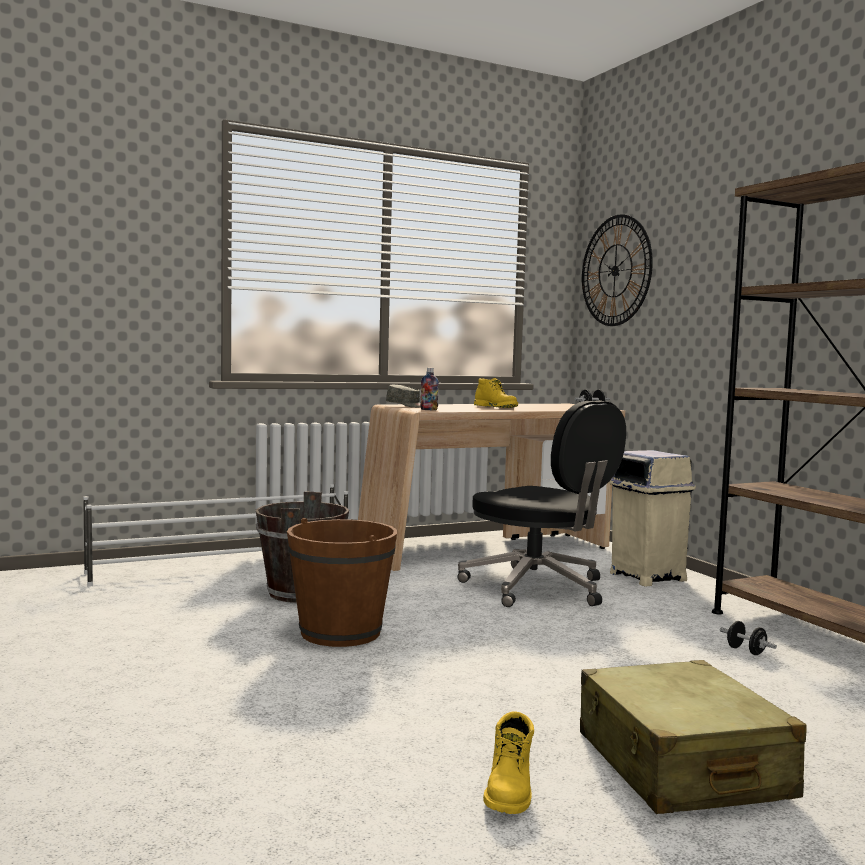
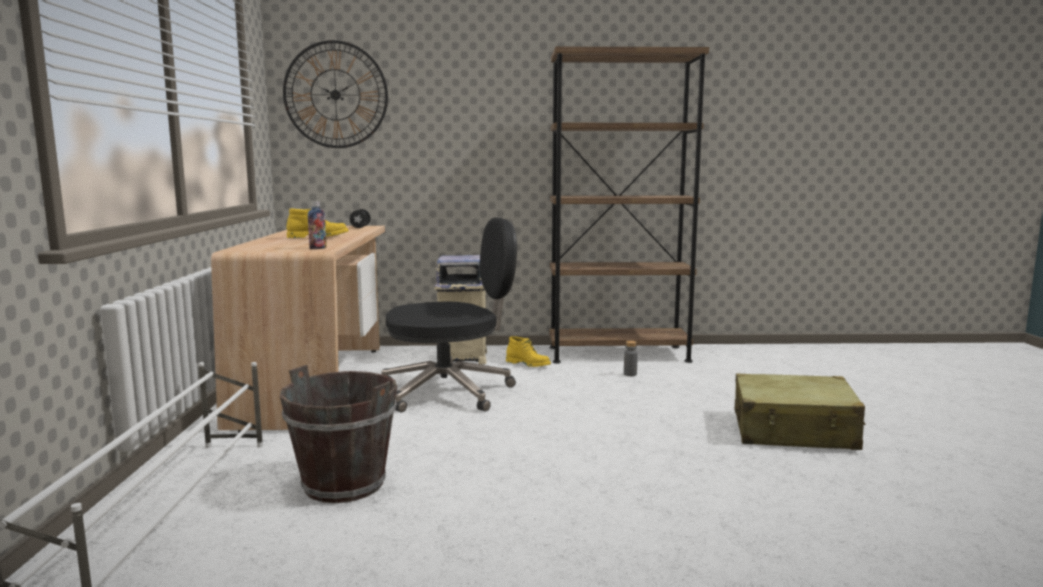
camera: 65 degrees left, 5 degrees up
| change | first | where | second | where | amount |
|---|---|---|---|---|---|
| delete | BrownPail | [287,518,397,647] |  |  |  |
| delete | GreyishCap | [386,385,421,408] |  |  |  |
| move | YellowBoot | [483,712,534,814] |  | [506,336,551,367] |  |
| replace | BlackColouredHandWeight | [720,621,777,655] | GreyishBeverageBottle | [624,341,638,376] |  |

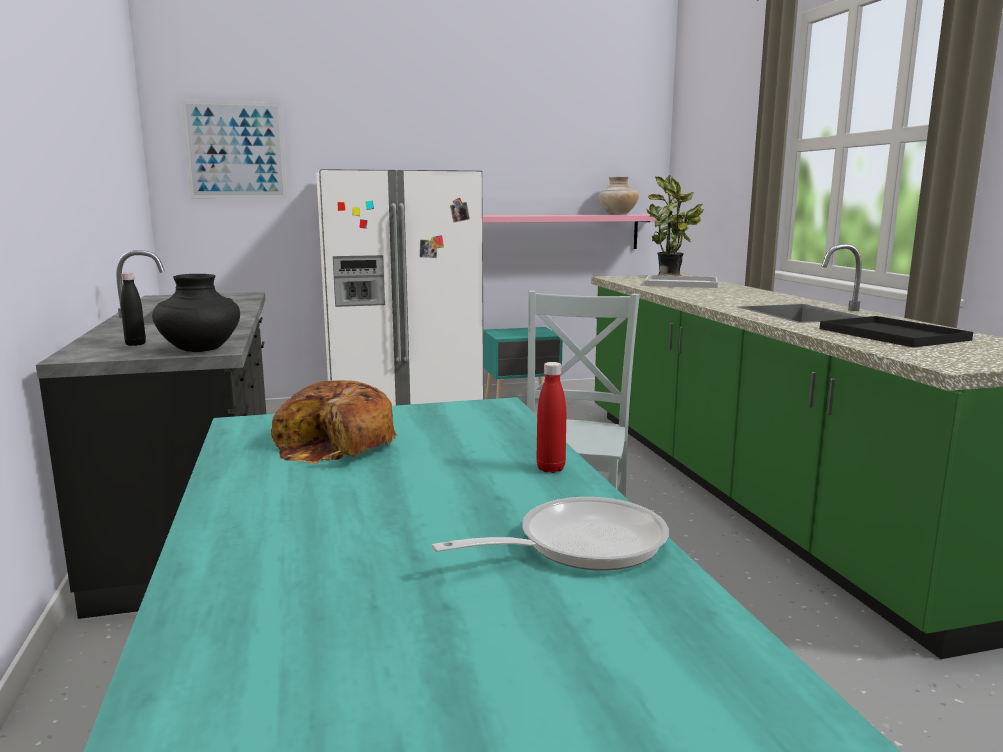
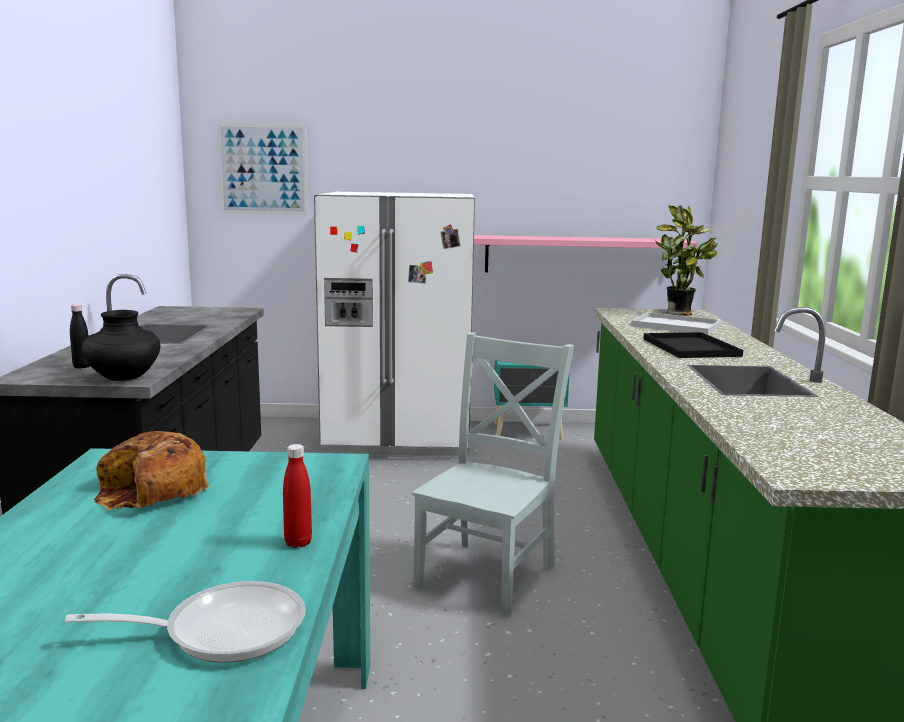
camera: 15 degrees right, 0 degrees up
| change | first | where | second | where | amount |
|---|---|---|---|---|---|
| delete | SandColouredDecorativeVase | [598,177,639,215] |  |  |  |
| move | BlackColouredTray | [820,316,973,348] |  | [643,332,743,358] |  |

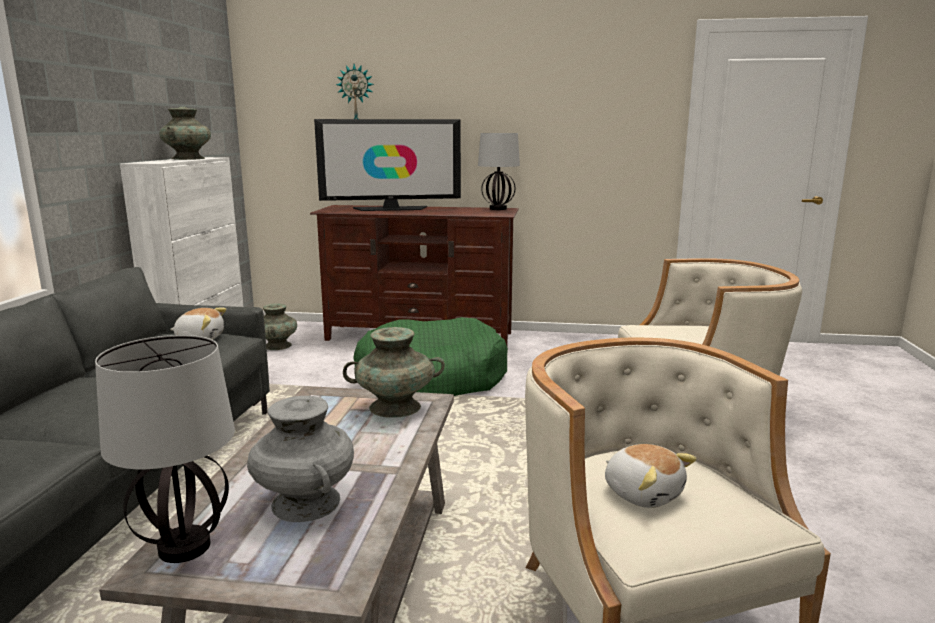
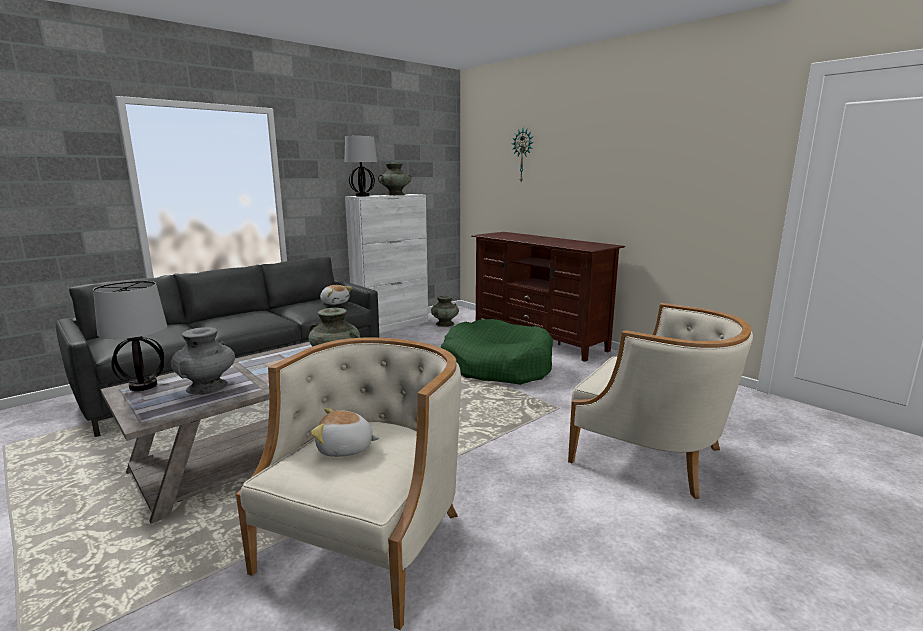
camera: 40 degrees right, 0 degrees up
| change | first | where | second | where | amount |
|---|---|---|---|---|---|
| delete | Television | [314,119,461,211] |  |  |  |
| move | TableLamp | [478,133,520,210] |  | [345,136,377,196] |  |
| rotate | SoftToy | [605,444,697,508] |  | [310,408,380,457] | 90 degrees clockwise |

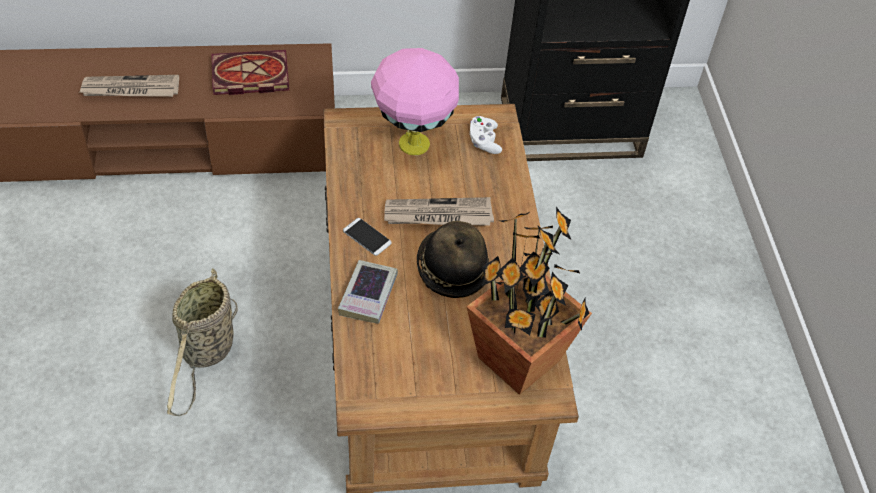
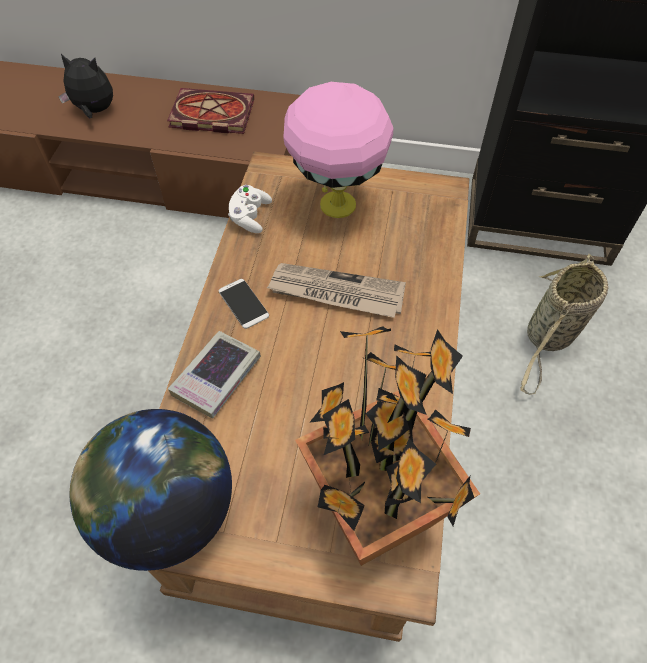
camera: 20 degrees right, 5 degrees up
| change | first | where | second | where | amount |
|---|---|---|---|---|---|
| replace | PrintedPaper | [79,75,179,97] | SoftToy | [58,54,113,119] |  |
| move | StorageBasket | [167,268,238,416] |  | [520,254,609,395] |  |
| delete | Hat | [417,221,489,298] |  |  |  |
| move | WhiteGamepad | [470,116,502,154] |  | [228,185,272,233] |  |
| insert |  |  | Globe | [70,409,232,571] |  |

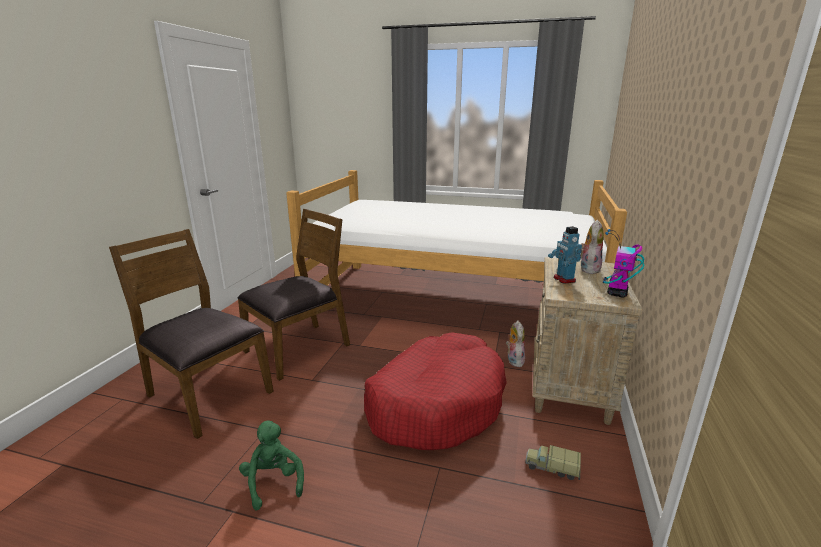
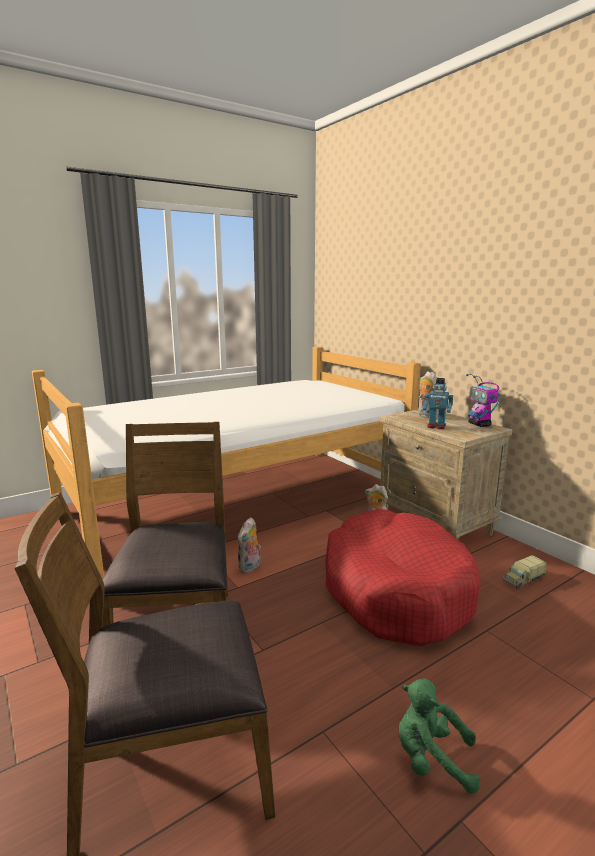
camera: 50 degrees left, 5 degrees down
| change | first | where | second | where | amount |
|---|---|---|---|---|---|
| insert |  |  | SoftToy | [238,517,261,573] |  |

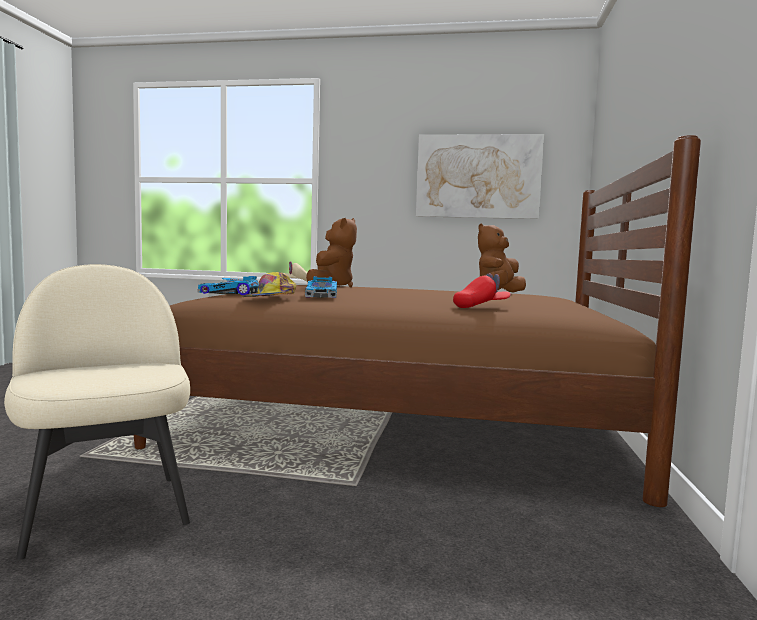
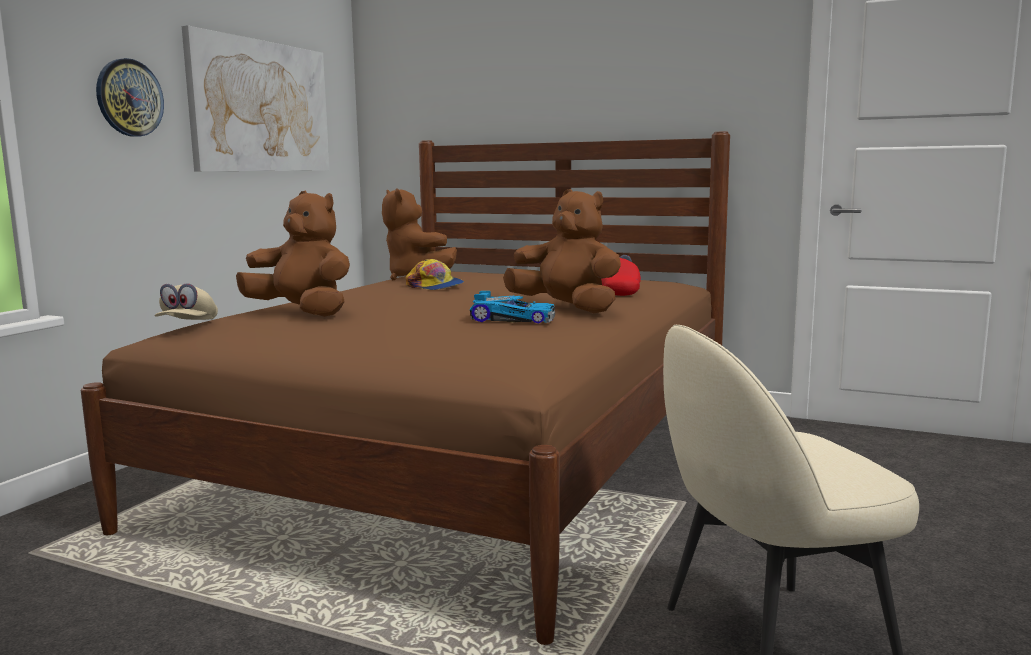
camera: 75 degrees left, 5 degrees up
| change | first | where | second | where | amount |
|---|---|---|---|---|---|
| delete | ToyCar | [197,276,259,295] |  |  |  |
| move | Cap | [243,272,296,297] |  | [405,259,464,290] |  |
| insert |  |  | ClockOnTheWall | [96,58,164,137] |  |
| insert |  |  | BrownSoftToy | [503,189,621,313] |  |

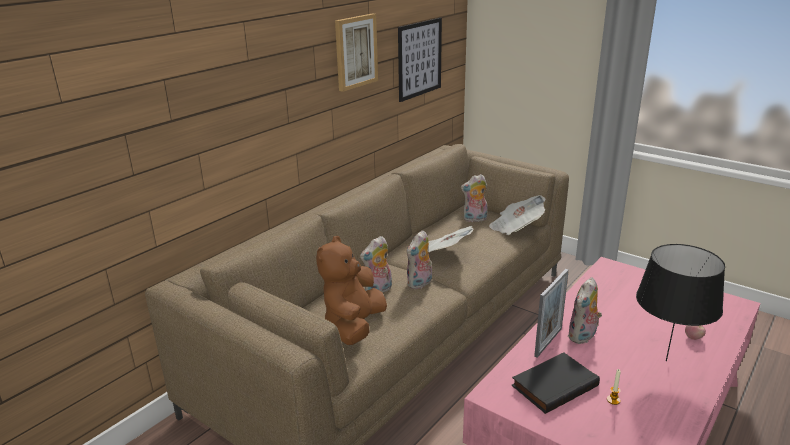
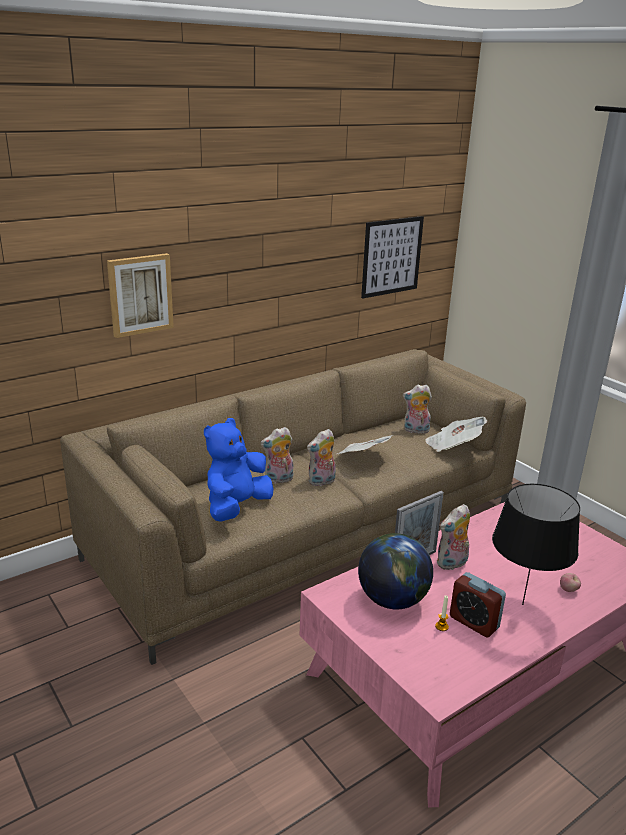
camera: 15 degrees right, 0 degrees up
| change | first | where | second | where | amount |
|---|---|---|---|---|---|
| recolor | BrownSoftToy | [316,236,387,345] | BlueColouredSoftToy | [204,418,274,522] |  |
| move | Picture | [335,14,378,92] |  | [107,253,174,338] |  |
| replace | BlackColouredBook | [511,352,600,414] | Globe | [358,533,433,609] |  |
| insert |  |  | BedsideClock | [450,572,506,637] |  |

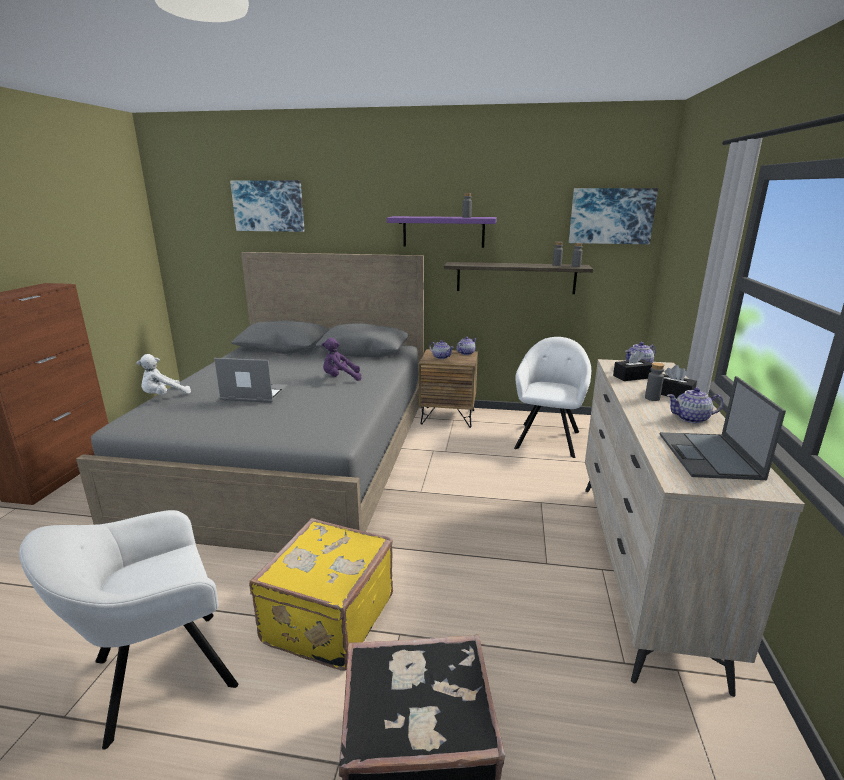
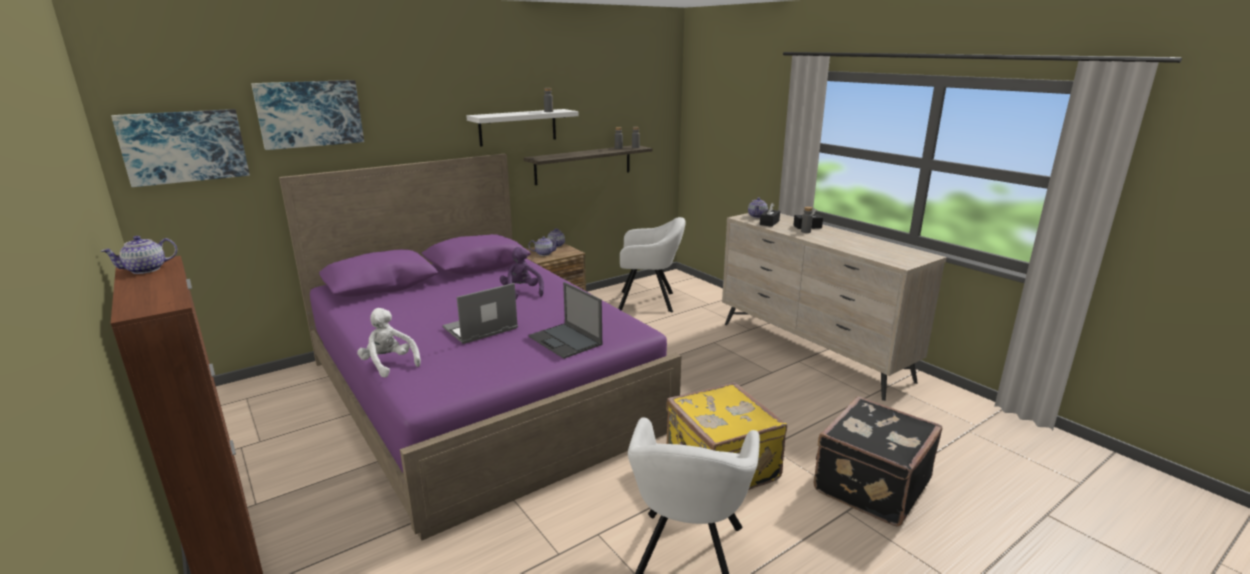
camera: 45 degrees left, 0 degrees up
| change | first | where | second | where | amount |
|---|---|---|---|---|---|
| recolor | GreyishSleepingBed | [76,252,424,553] | PurpleColouredSleepingBed | [279,154,681,540] |  |
| rotate | WhiteSoftToy | [137,354,191,395] |  | [357,308,421,378] | 135 degrees clockwise |
| rotate | PurpleColouredSoftToy | [322,338,362,381] |  | [500,247,544,299] | 120 degrees clockwise |
| recolor | PurpleColouredWallShelf | [387,216,497,248] | WhiteWallShelf | [466,109,579,147] |  |
| rotate | WhiteLoungeChair | [514,337,591,458] |  | [618,217,686,312] | 120 degrees clockwise |
| move | Picture | [569,188,658,244] |  | [111,109,250,187] |  |
| move | PortableComputer | [660,376,786,480] |  | [529,282,602,359] |  |
| move | Teapot | [667,388,724,424] |  | [101,236,177,274] |  |

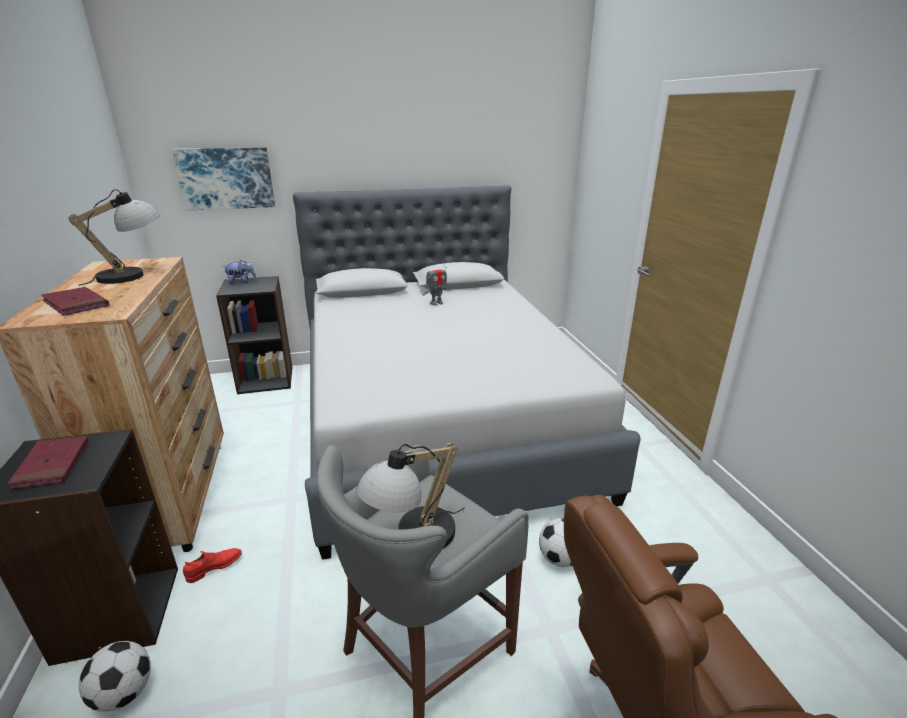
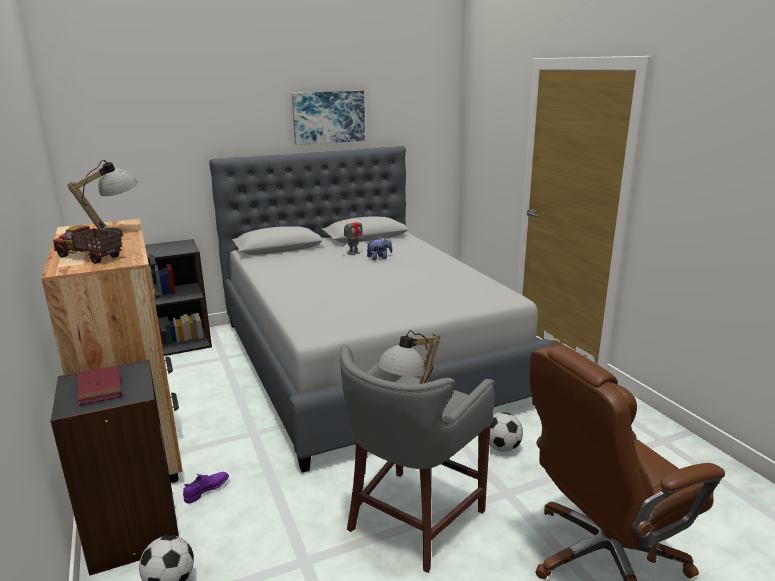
camera: 10 degrees left, 5 degrees down
| change | first | where | second | where | amount |
|---|---|---|---|---|---|
| replace | RedBook | [41,287,109,316] | ToyLorry | [53,225,122,264] |  |
| move | Picture | [172,147,275,210] |  | [292,91,365,145] |  |
| recolor | RedShoe | [183,548,242,583] | PurpleColouredShoe | [183,472,229,504] |  |
| move | SoftToy | [224,260,256,284] |  | [366,237,392,260] |  |

